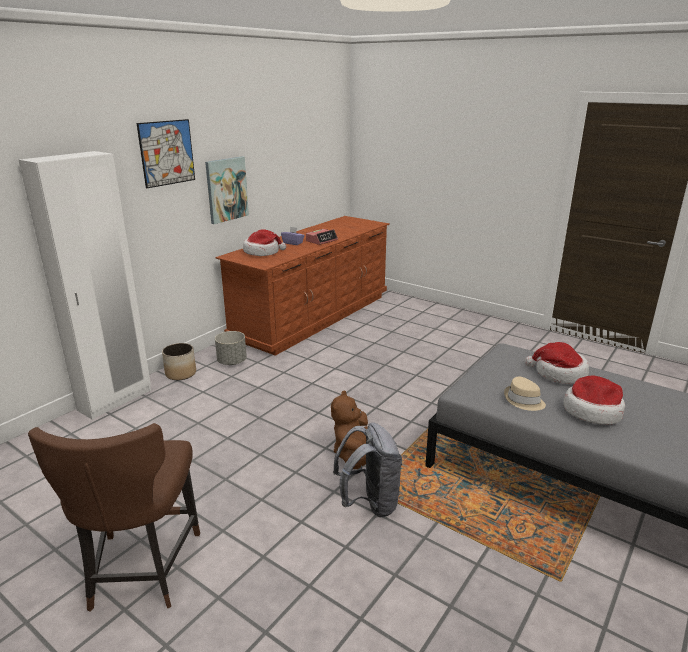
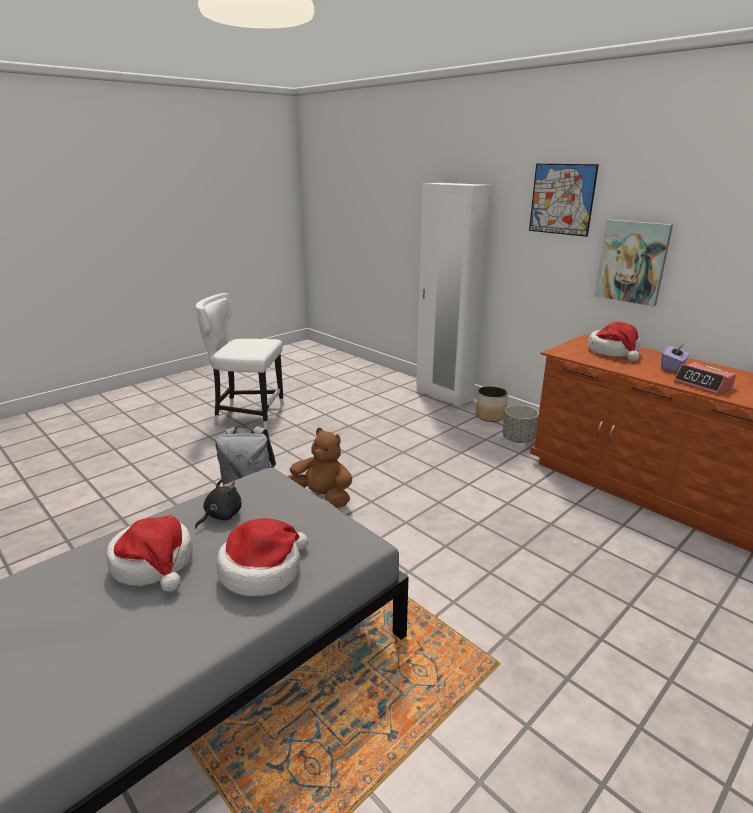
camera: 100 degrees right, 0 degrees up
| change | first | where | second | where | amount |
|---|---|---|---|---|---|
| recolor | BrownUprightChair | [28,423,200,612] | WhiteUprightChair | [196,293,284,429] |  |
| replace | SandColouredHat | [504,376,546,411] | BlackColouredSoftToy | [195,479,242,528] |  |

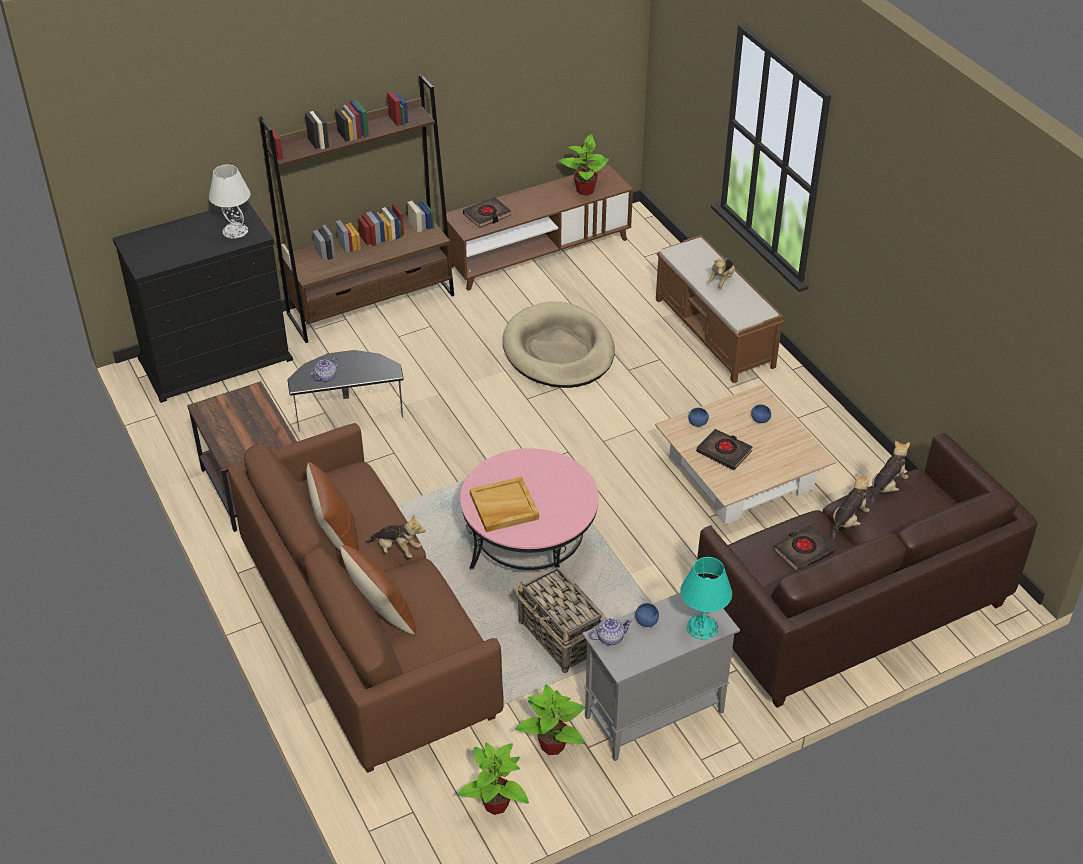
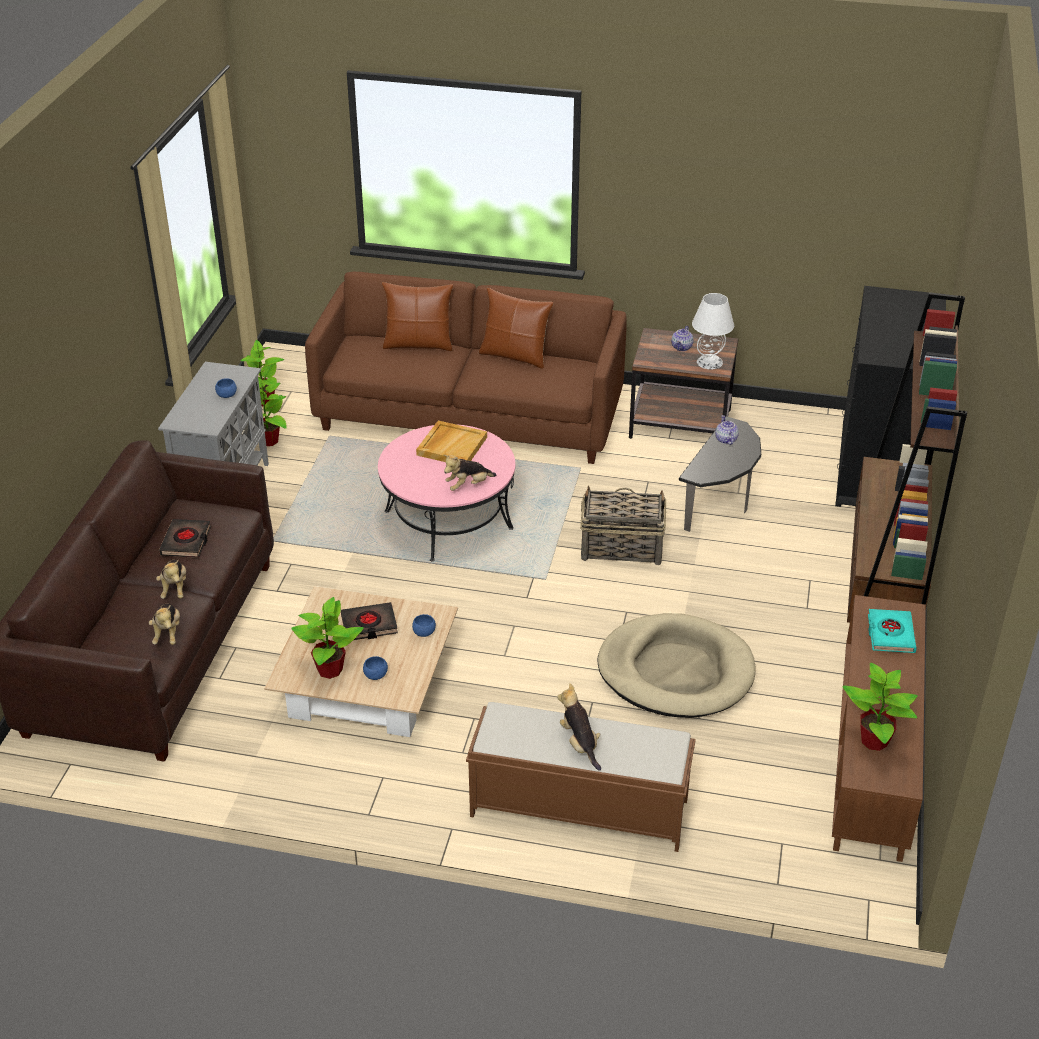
camera: 130 degrees right, 5 degrees down
| change | first | where | second | where | amount |
|---|---|---|---|---|---|
| move | WhiteTableLamp | [209,164,250,239] |  | [692,293,734,369] |  |
| move | SoftToy | [365,515,426,558] |  | [444,455,497,491] |  |
| recolor | BlackColouredBook | [463,197,511,228] | TurquoiseColouredBook | [868,609,917,653] |  |
| move | StorageBasket | [515,567,606,673] |  | [580,485,666,565] |  |
| move | Teapot | [589,618,633,645] |  | [671,326,694,351] |  |
| delete | TurquoiseColouredTableLamp | [680,557,732,640] |  |  |  |
| insert |  |  | Houseplant | [291,597,364,679] |  |

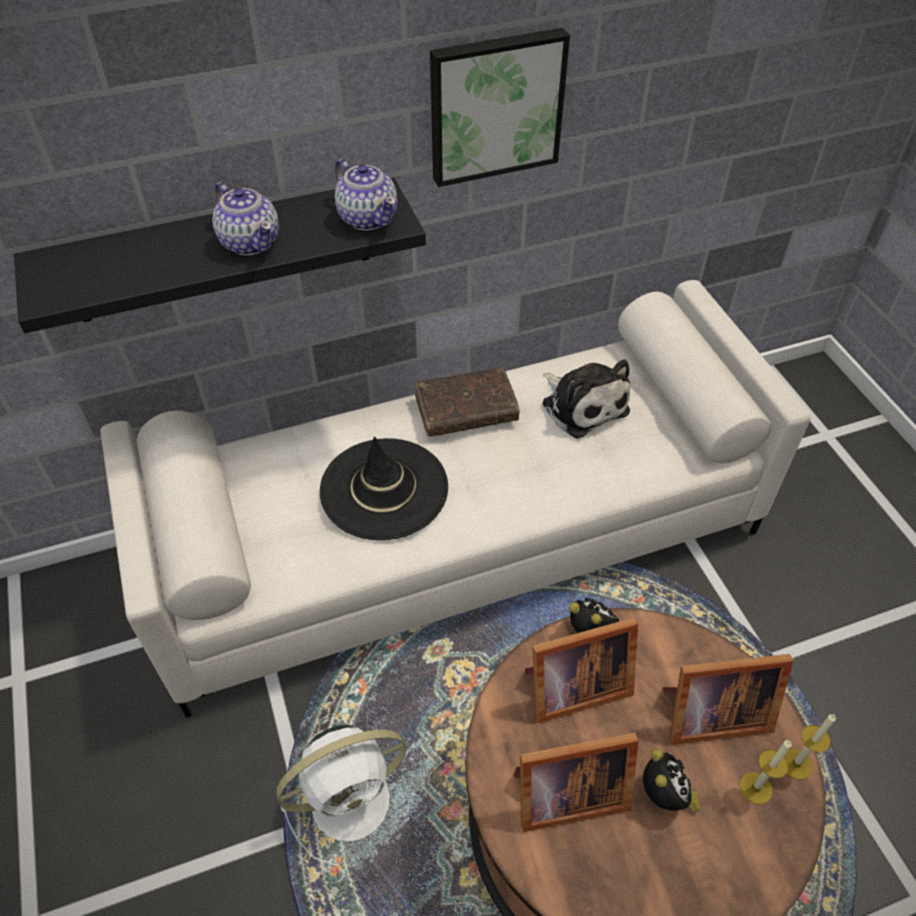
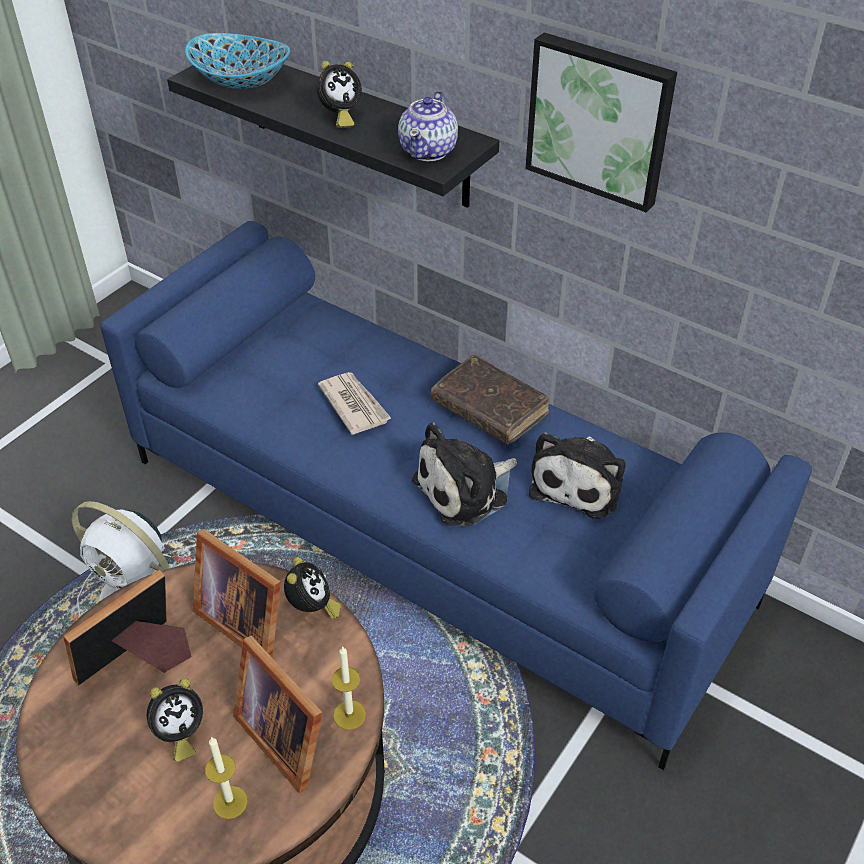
camera: 55 degrees right, 5 degrees down
| change | first | where | second | where | amount |
|---|---|---|---|---|---|
| recolor | WhiteCouch | [100,280,811,718] | BlueColouredCouch | [101,221,812,770] |  |
| replace | Teapot | [213,182,279,255] | BedsideClock | [316,61,362,128] |  |
| replace | BlackColouredHat | [320,437,448,540] | PrintedPaper | [318,372,392,435] |  |
| rotate | PictureFrame | [514,733,639,832] |  | [63,570,192,686] | 90 degrees clockwise |
| move | WaxLight | [785,714,836,780] |  | [332,646,366,730] |  |
| insert |  |  | DeepDish | [185,33,290,89] |  |
| insert |  |  | SoftToy | [412,422,517,527] |  |

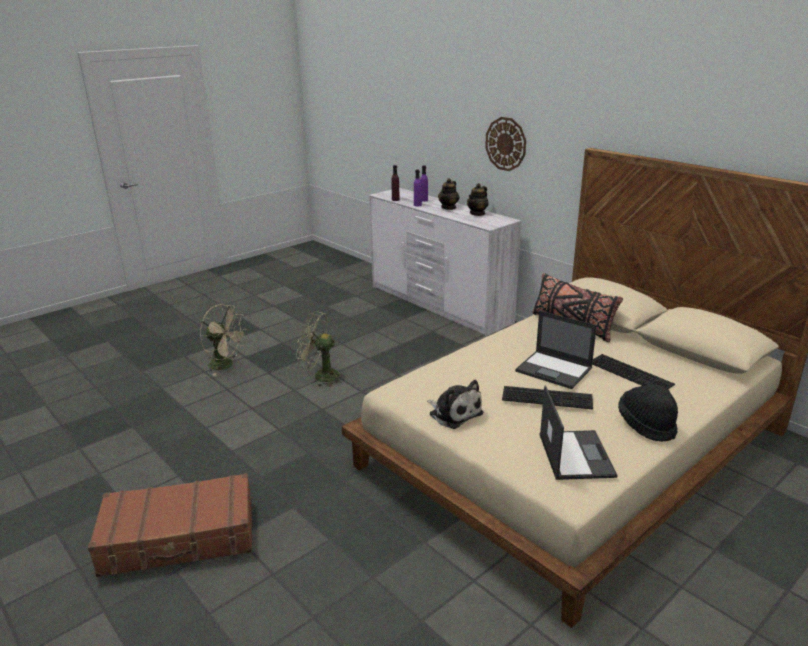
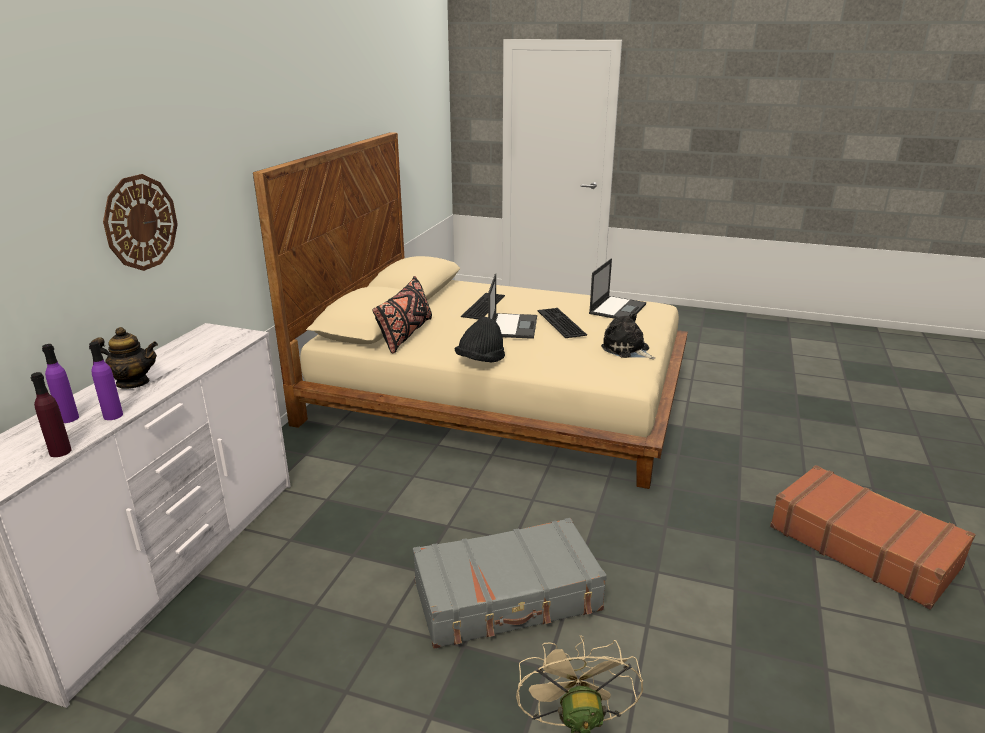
camera: 120 degrees left, 0 degrees up
| change | first | where | second | where | amount |
|---|---|---|---|---|---|
| replace | GreenColouredCoolingFan | [296,311,345,387] | GreyishSuitcase | [413,518,607,649] |  |
| rotate | SoftToy | [427,380,483,429] |  | [601,312,655,359] | 60 degrees counterclockwise |
| delete | Teapot | [467,183,489,216] |  |  |  |
| rotate | PortableComputer | [540,385,618,480] |  | [589,258,646,319] | 150 degrees clockwise |
| move | BlackColouredHat | [618,385,678,442] |  | [455,317,505,362] |  |

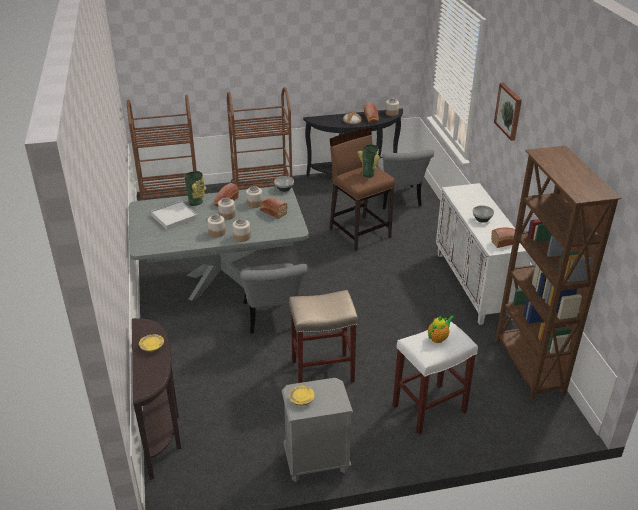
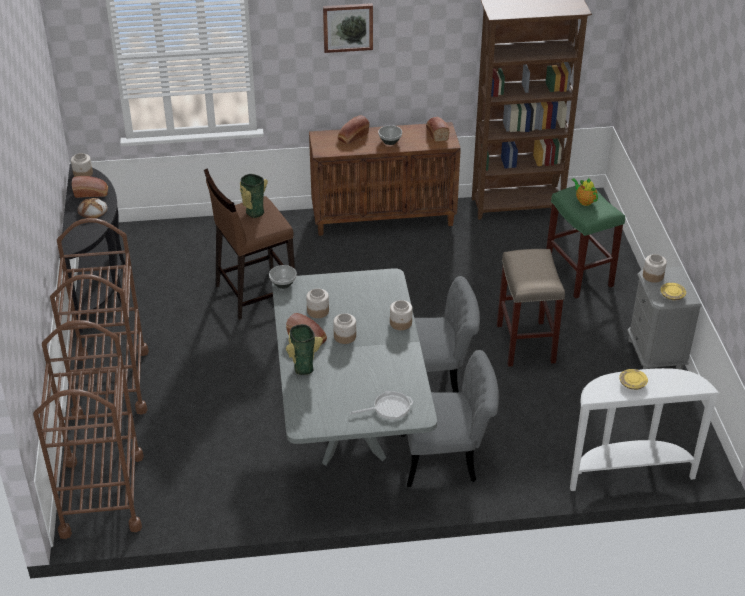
camera: 85 degrees left, 5 degrees up
| change | first | where | second | where | amount |
|---|---|---|---|---|---|
| recolor | BrownHallTable | [132,318,181,480] | WhiteHallTable | [570,368,720,491] |  |
| delete | WhiteTray | [151,201,198,230] |  |  |  |
| move | StorageJar | [207,215,226,237] |  | [643,254,667,283] |  |
| move | Bread | [260,198,288,219] |  | [338,115,369,144] |  |
| move | GreyishUprightChair | [376,150,434,209] |  | [401,350,499,487] |  |
| recolor | WhiteSittingStool | [393,321,478,435] | GreenColouredSittingStool | [546,184,625,299] |  |
| recolor | WhiteCupboard | [436,183,531,325] | BrownCupboard | [309,122,461,236] |  |
| insert |  |  | Skillet | [350,391,413,420] |  |

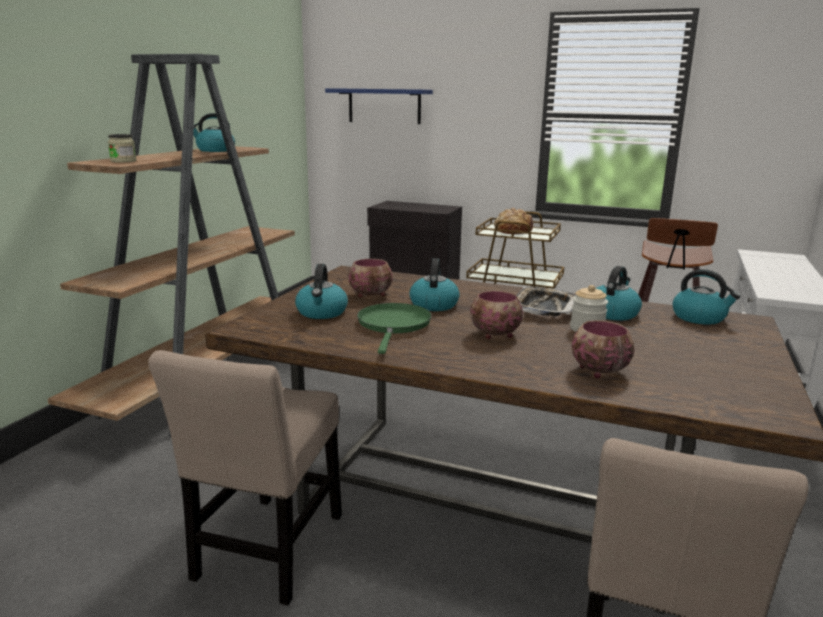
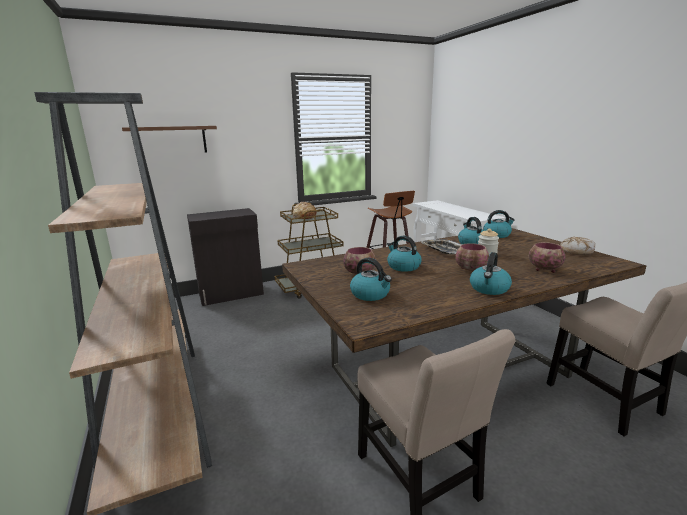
camera: 45 degrees left, 0 degrees up
| change | first | where | second | where | amount |
|---|---|---|---|---|---|
| delete | StorageJar | [108,134,137,163] |  |  |  |
| move | WaterKettle | [193,113,235,152] |  | [470,252,512,295] |  |
| recolor | BlueColouredWallShelf | [325,88,433,124] | BrownWallShelf | [122,126,217,153] |  |
| delete | GreenColouredSkillet | [357,303,432,354] |  |  |  |
| insert |  |  | Bread | [560,237,595,255] |  |

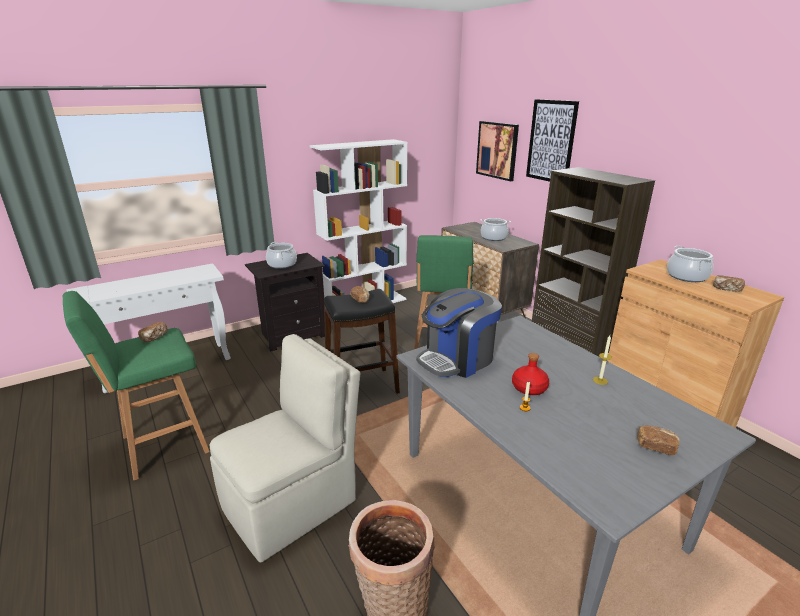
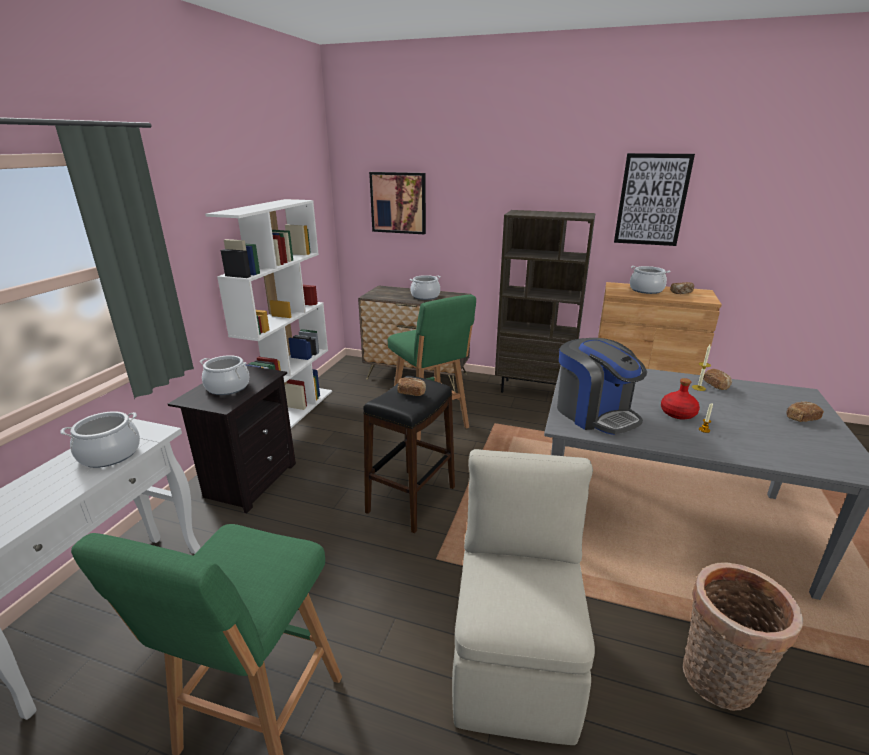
camera: 40 degrees left, 0 degrees up
| change | first | where | second | where | amount |
|---|---|---|---|---|---|
| move | Bread | [138,322,168,342] |  | [703,369,732,390] |  |
| rotate | CoffeeMaker | [416,288,502,378] |  | [557,338,647,435] | 45 degrees counterclockwise |
| move | Picture | [526,99,579,182] |  | [614,153,695,246] |  |
| insert |  |  | Saucepot | [60,411,140,468] |  |

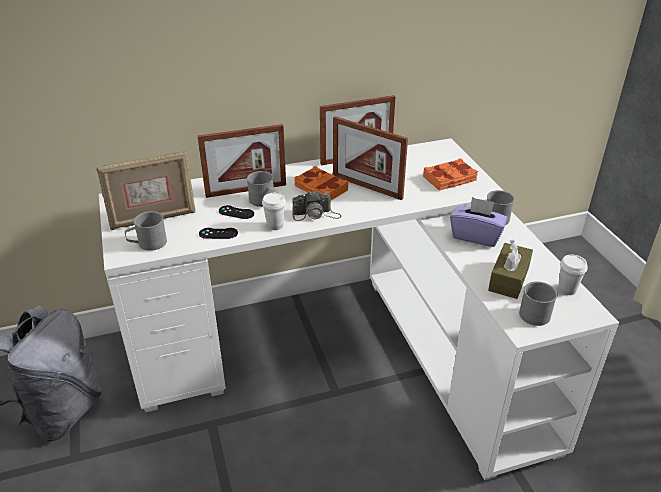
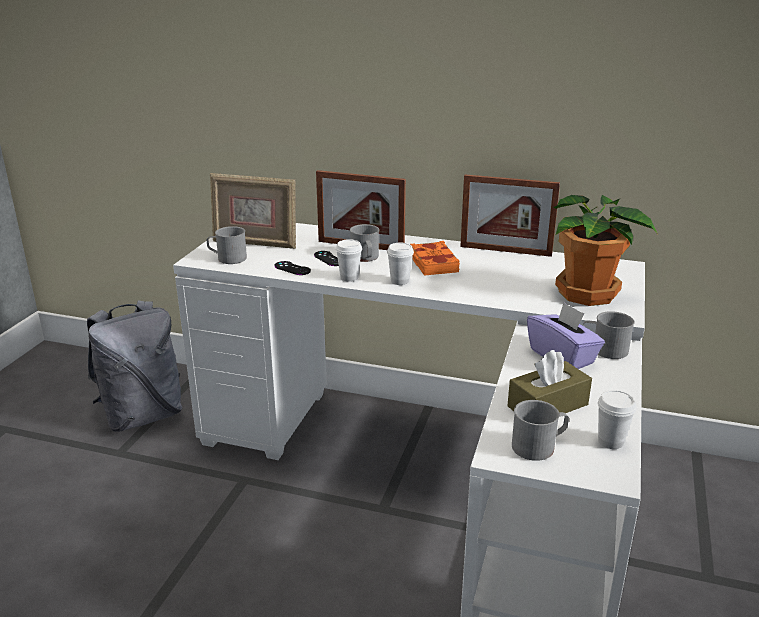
camera: 35 degrees right, 10 degrees down
| change | first | where | second | where | amount |
|---|---|---|---|---|---|
| replace | PhotoCamera | [292,191,342,221] | WhiteDrinkingCup | [387,243,414,285] |  |
| delete | PictureFrame | [333,116,408,200] |  |  |  |
| replace | OrangeBook | [423,158,478,191] | Houseplant | [554,195,657,306] |  |

